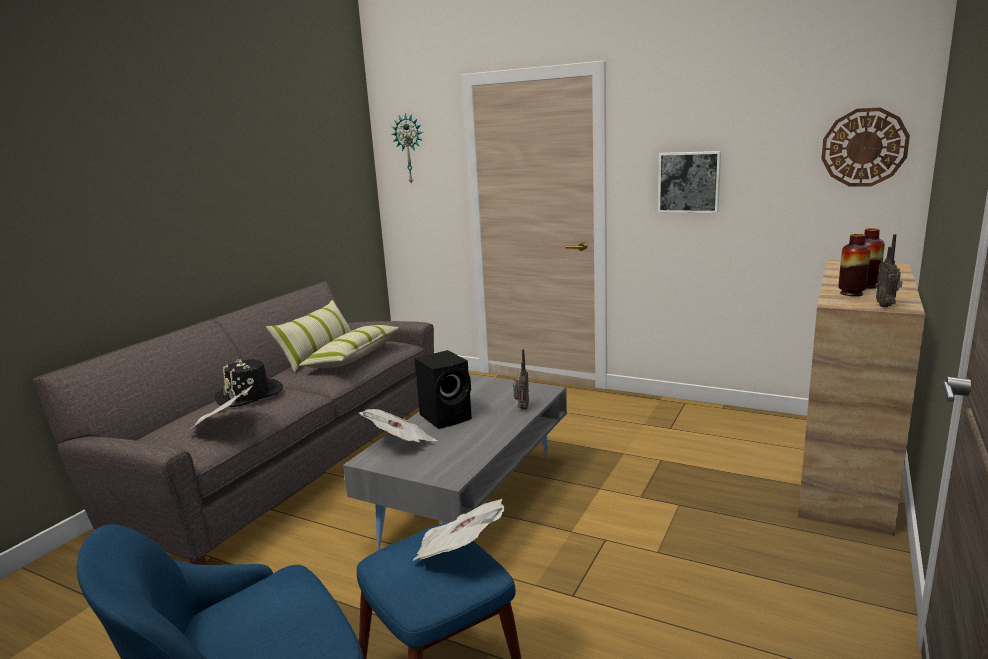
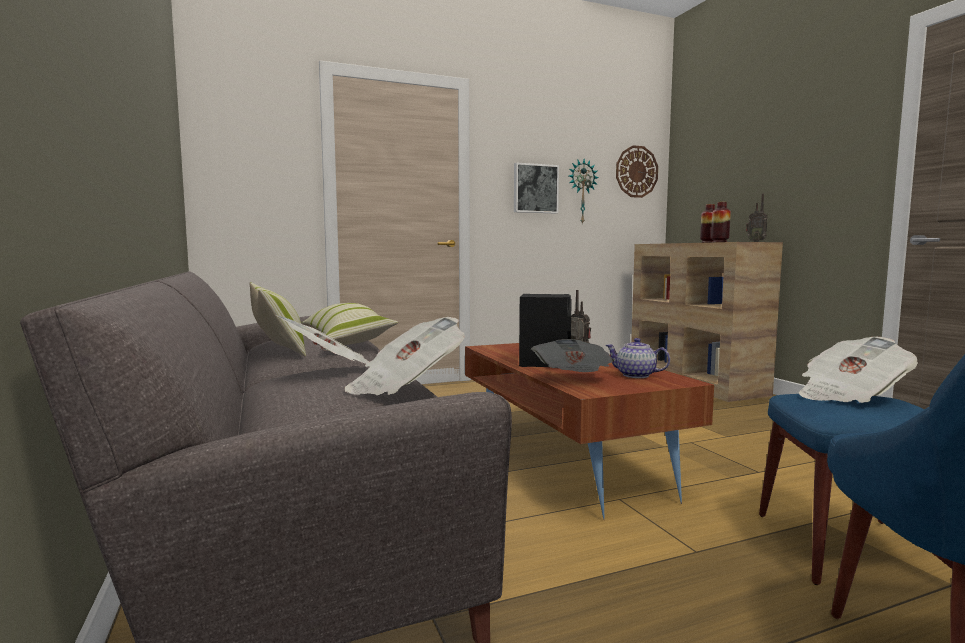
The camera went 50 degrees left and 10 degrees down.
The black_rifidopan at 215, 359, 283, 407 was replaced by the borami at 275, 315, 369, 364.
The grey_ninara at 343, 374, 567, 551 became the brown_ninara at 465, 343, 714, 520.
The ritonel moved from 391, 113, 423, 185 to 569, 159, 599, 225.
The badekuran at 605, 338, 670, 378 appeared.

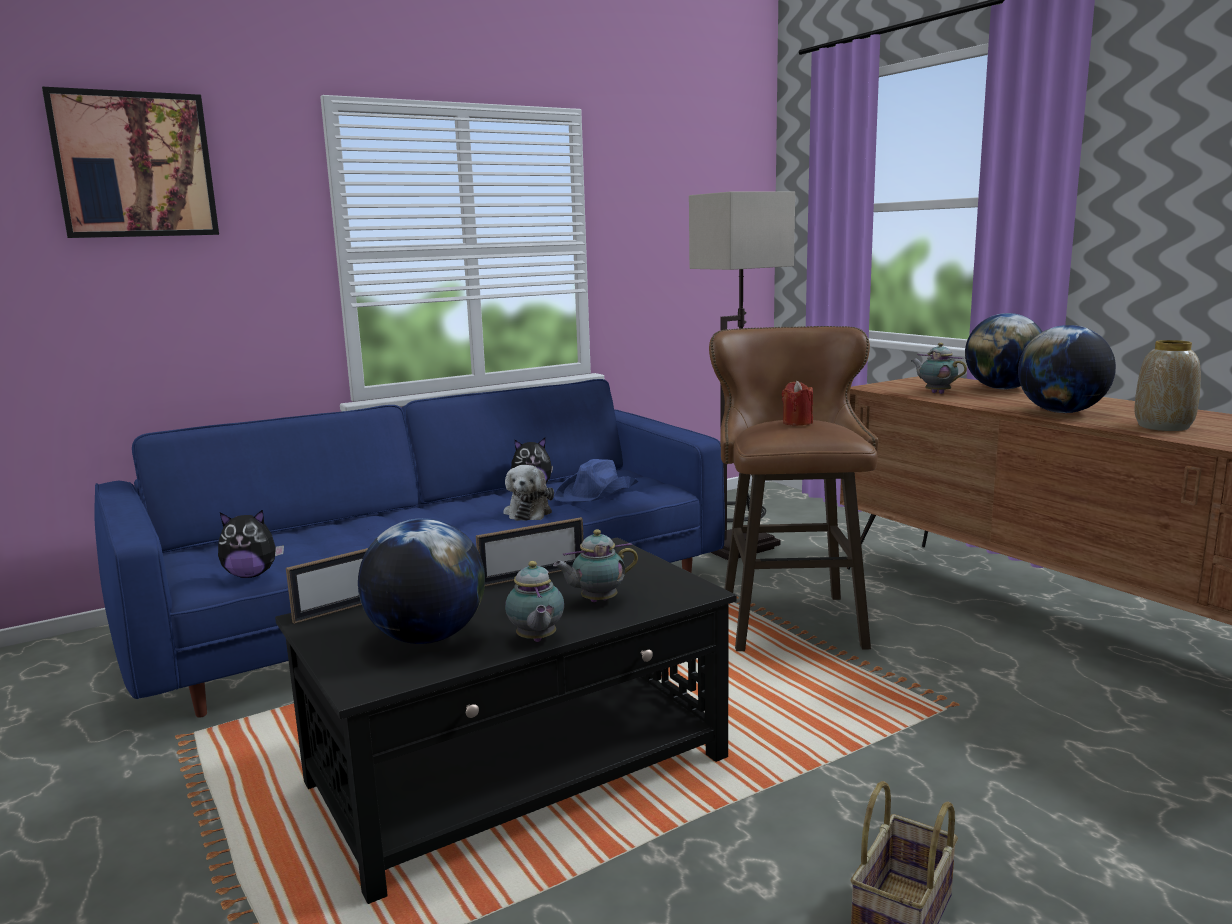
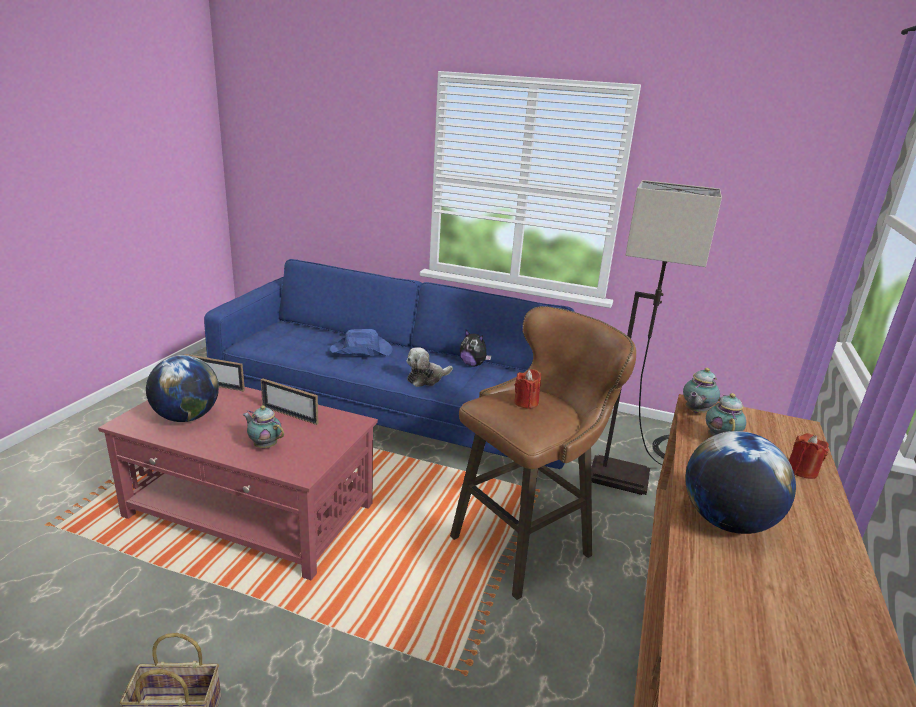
The camera went 50 degrees right and 10 degrees up.
The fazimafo at 42, 87, 219, 238 disappeared.
The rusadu at 218, 510, 284, 578 disappeared.
The black_ninara at 275, 537, 737, 904 became the red_ninara at 98, 387, 378, 580.
The badekuran moved from 505, 561, 564, 642 to 683, 368, 720, 413.
The blue_rifidopan moved from 554, 459, 638, 502 to 330, 329, 393, 356.
The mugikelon at 965, 313, 1042, 389 was replaced by the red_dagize at 789, 433, 829, 479.
The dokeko at 1134, 340, 1201, 431 disappeared.

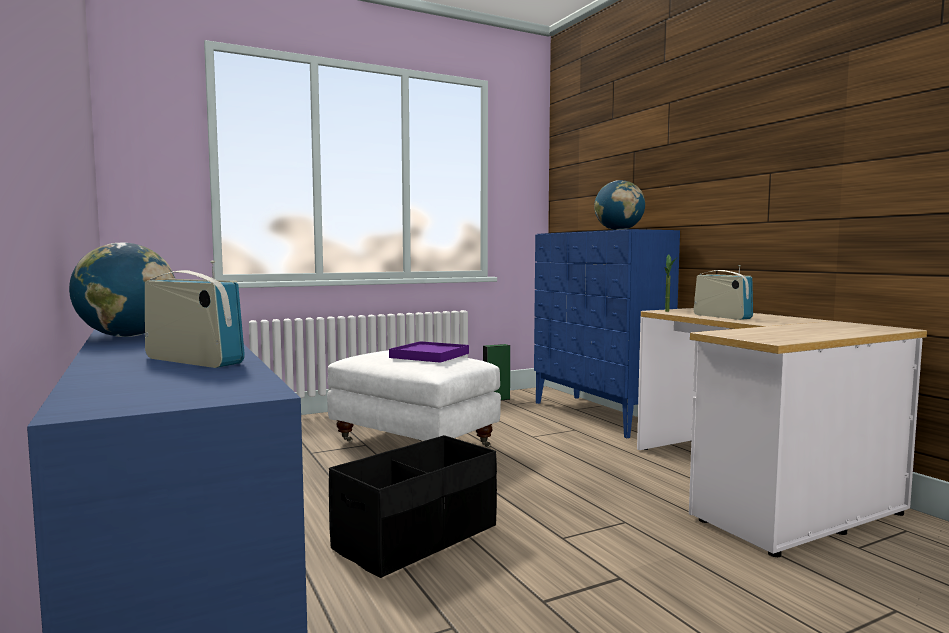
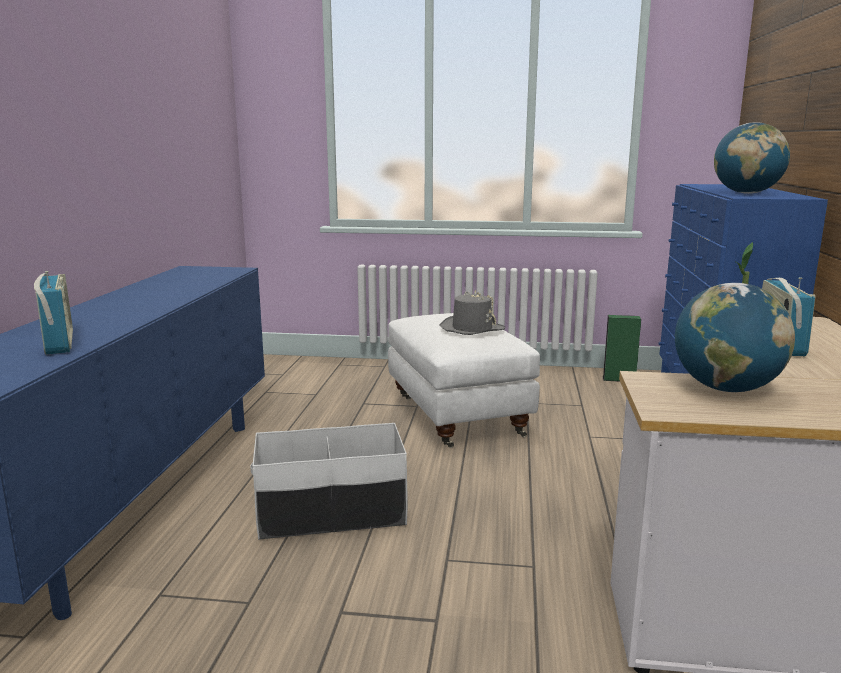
The camera went 35 degrees right and 10 degrees up.
The mugikelon moved from 69, 242, 175, 337 to 675, 283, 795, 392.
The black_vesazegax at 329, 435, 497, 578 became the white_vesazegax at 250, 423, 408, 540.
The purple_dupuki at 389, 341, 469, 363 was replaced by the grey_rifidopan at 439, 290, 505, 335.

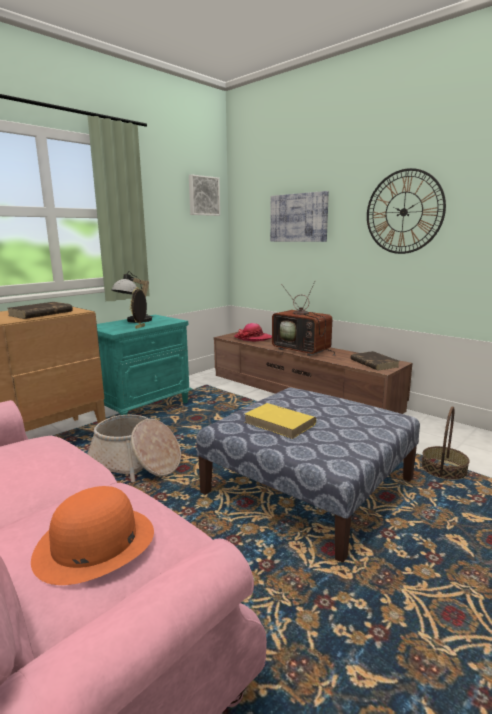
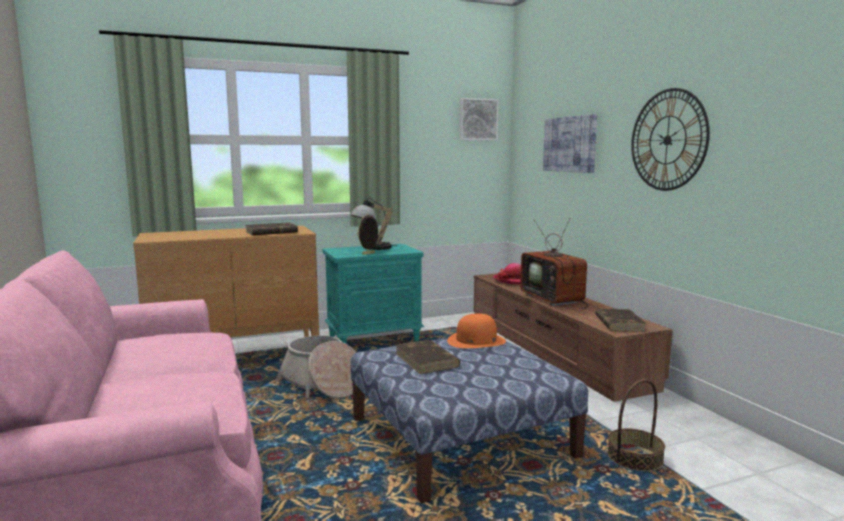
The camera went 25 degrees right and 5 degrees down.
The orange_rifidopan moved from 31, 486, 154, 585 to 447, 314, 506, 348.
The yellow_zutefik at 244, 403, 316, 439 became the brown_zutefik at 395, 340, 460, 374.

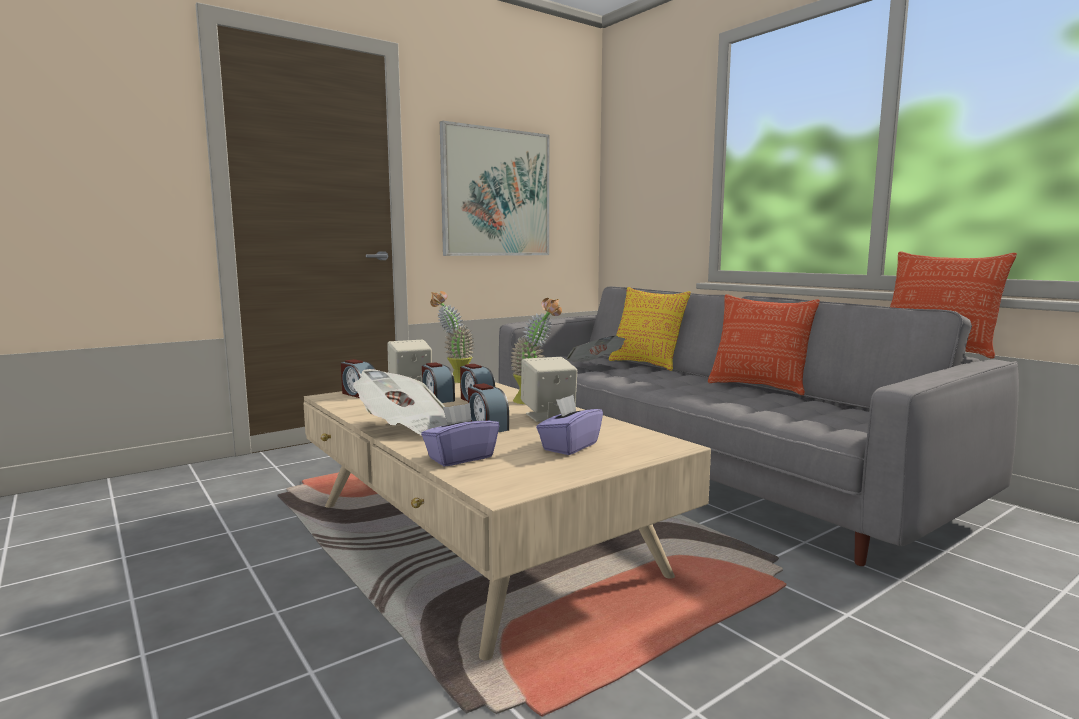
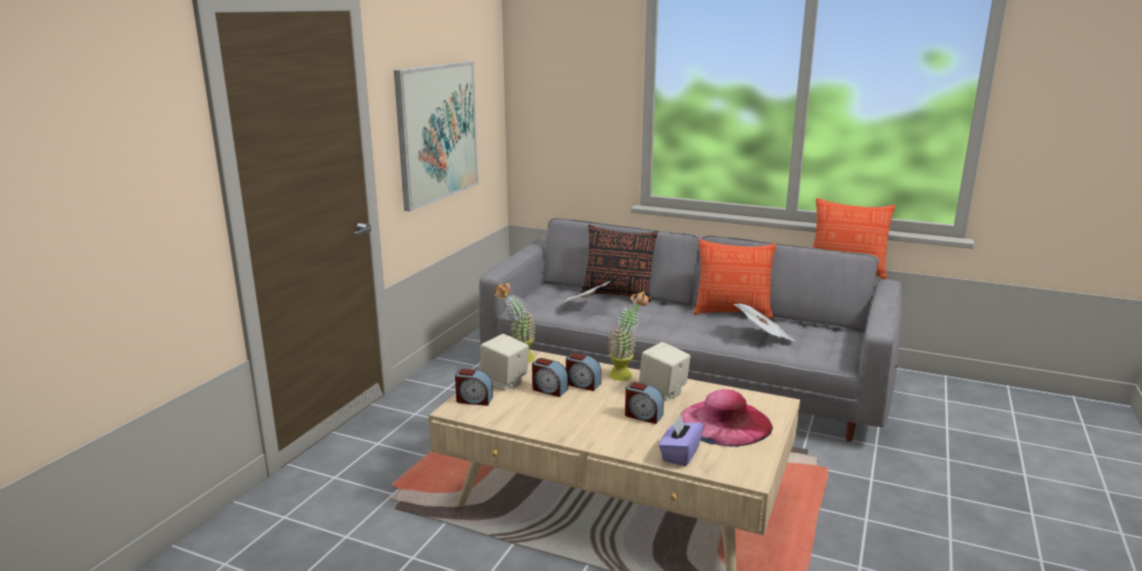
The camera went 30 degrees left and 10 degrees up.
The borami moved from 353, 369, 448, 436 to 734, 303, 795, 341.
The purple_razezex at 536, 395, 603, 455 was replaced by the pink_rifidopan at 679, 389, 773, 447.
The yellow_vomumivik at 609, 287, 691, 371 became the black_vomumivik at 581, 224, 658, 302.

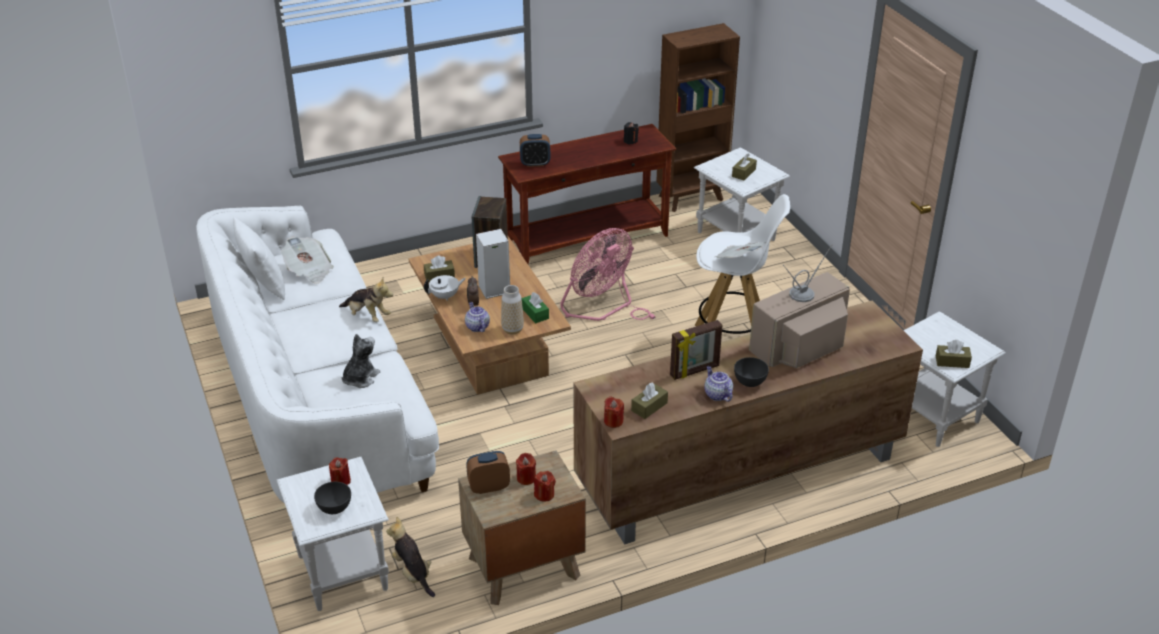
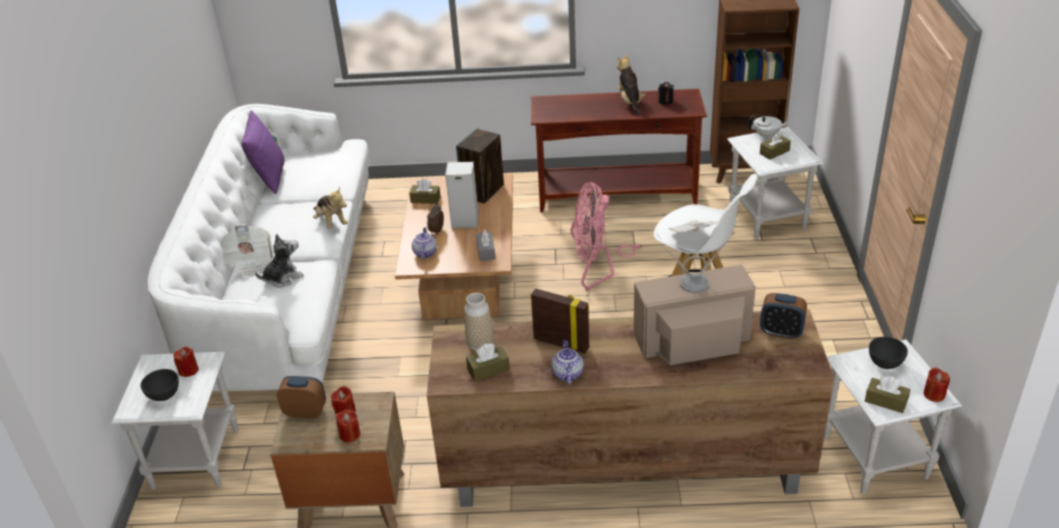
The camera went 25 degrees right and 0 degrees up.
The white_vomumivik at 233, 217, 285, 300 became the purple_vomumivik at 242, 110, 285, 194.
The borami moved from 281, 236, 334, 284 to 222, 223, 273, 278.
The rusadu moved from 386, 517, 435, 597 to 616, 54, 645, 116.
The white_badekuran moved from 424, 275, 466, 301 to 748, 115, 789, 139.
The dokeko moved from 501, 285, 524, 335 to 464, 293, 494, 353.
The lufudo moved from 520, 134, 550, 167 to 760, 293, 807, 339.
The green_razezex at 522, 292, 549, 323 became the grey_razezex at 476, 229, 495, 261.
The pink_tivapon at 560, 228, 655, 321 turned 75 degrees counterclockwise.
The red_dagize moved from 604, 396, 624, 428 to 924, 368, 950, 402.
The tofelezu at 670, 320, 722, 380 turned 150 degrees counterclockwise.
The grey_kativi moved from 734, 357, 769, 387 to 869, 337, 908, 369.

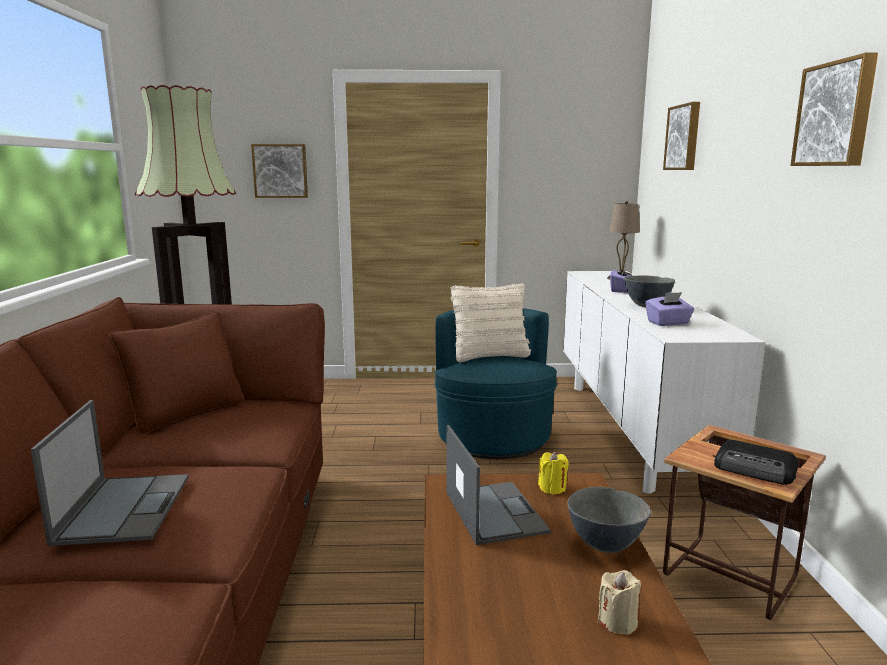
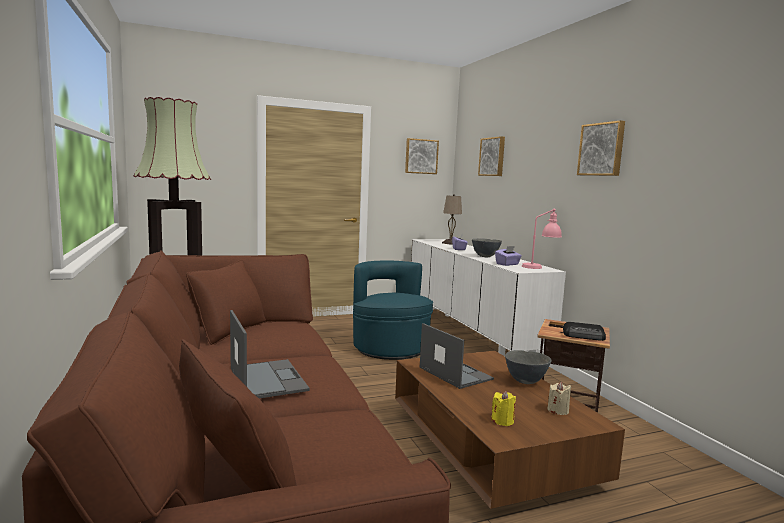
The camera went 20 degrees left and 5 degrees down.
The fazimafo moved from 251, 144, 308, 198 to 405, 138, 439, 174.
The beige_vomumivik at 451, 283, 531, 362 disappeared.
The yellow_dagize moved from 538, 452, 569, 495 to 491, 391, 516, 426.
The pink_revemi at 522, 208, 562, 269 appeared.

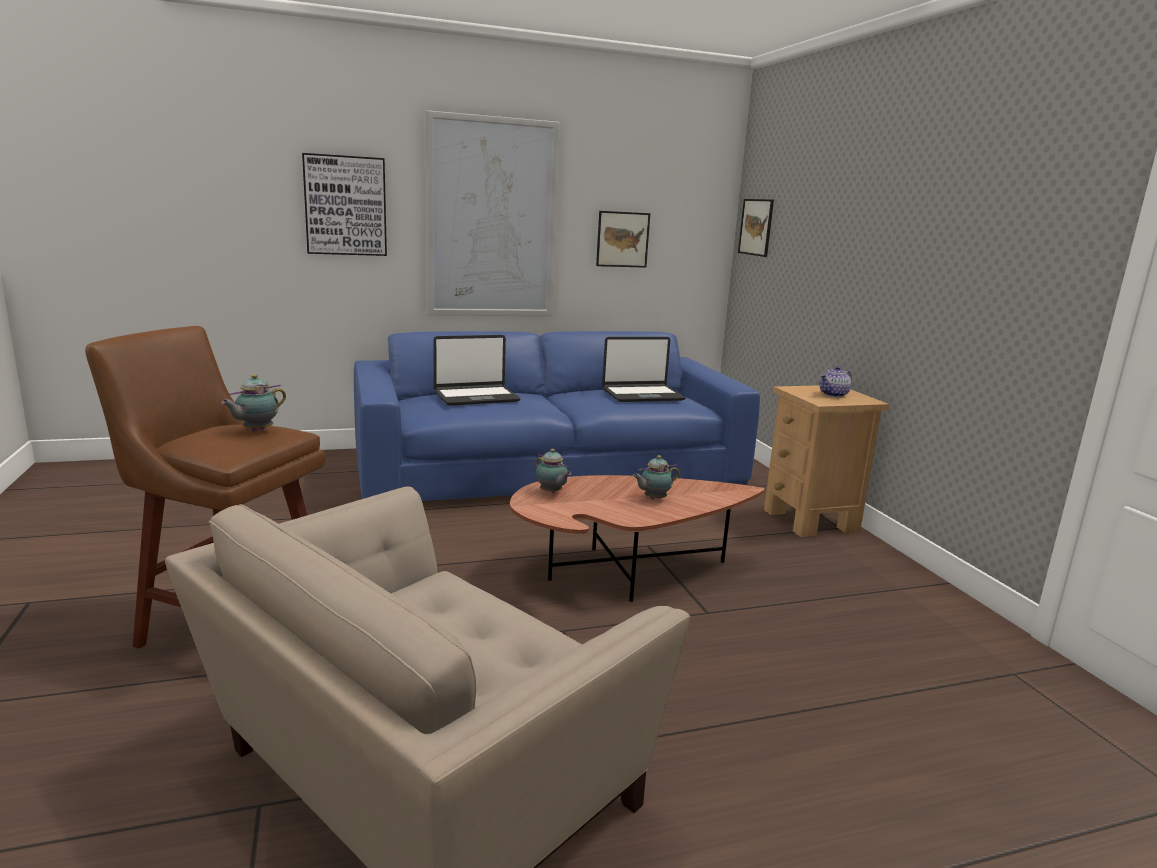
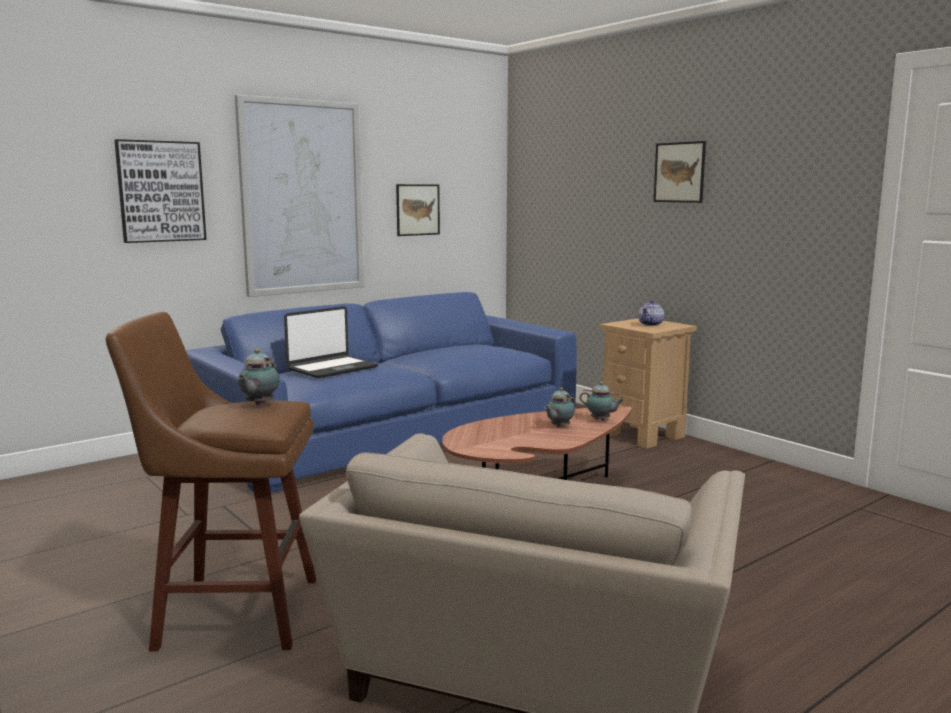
The camera went 20 degrees left and 5 degrees down.
The badekuran moved from 536, 449, 571, 493 to 579, 382, 624, 421.
The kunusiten at 602, 337, 685, 402 disappeared.
The fazimafo moved from 738, 199, 774, 257 to 654, 141, 706, 203.

